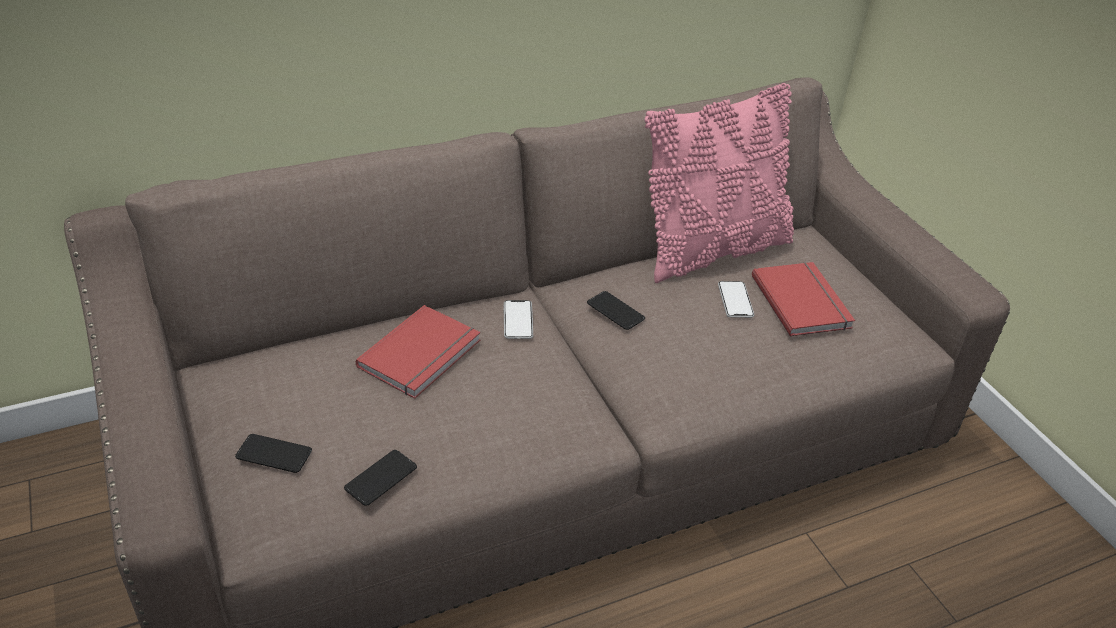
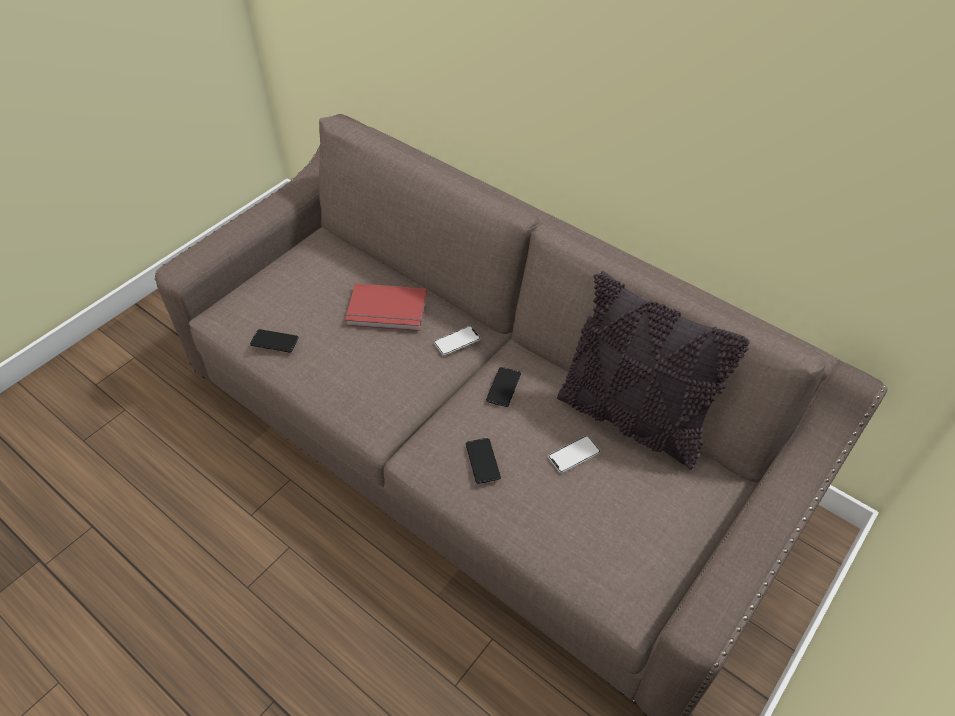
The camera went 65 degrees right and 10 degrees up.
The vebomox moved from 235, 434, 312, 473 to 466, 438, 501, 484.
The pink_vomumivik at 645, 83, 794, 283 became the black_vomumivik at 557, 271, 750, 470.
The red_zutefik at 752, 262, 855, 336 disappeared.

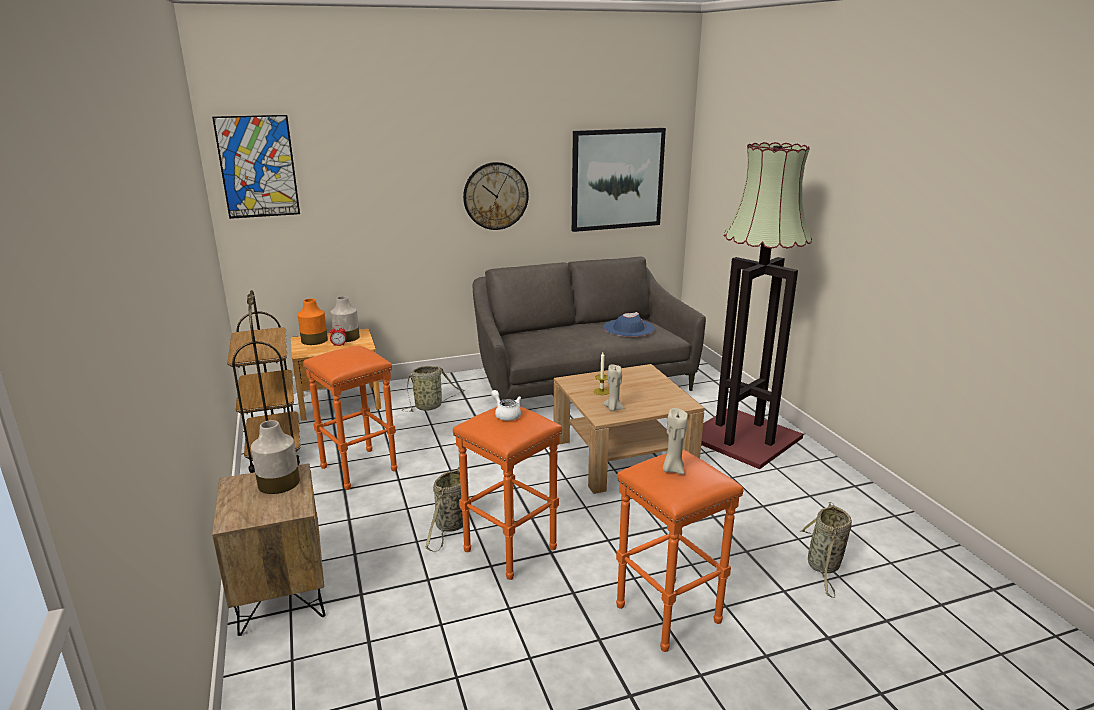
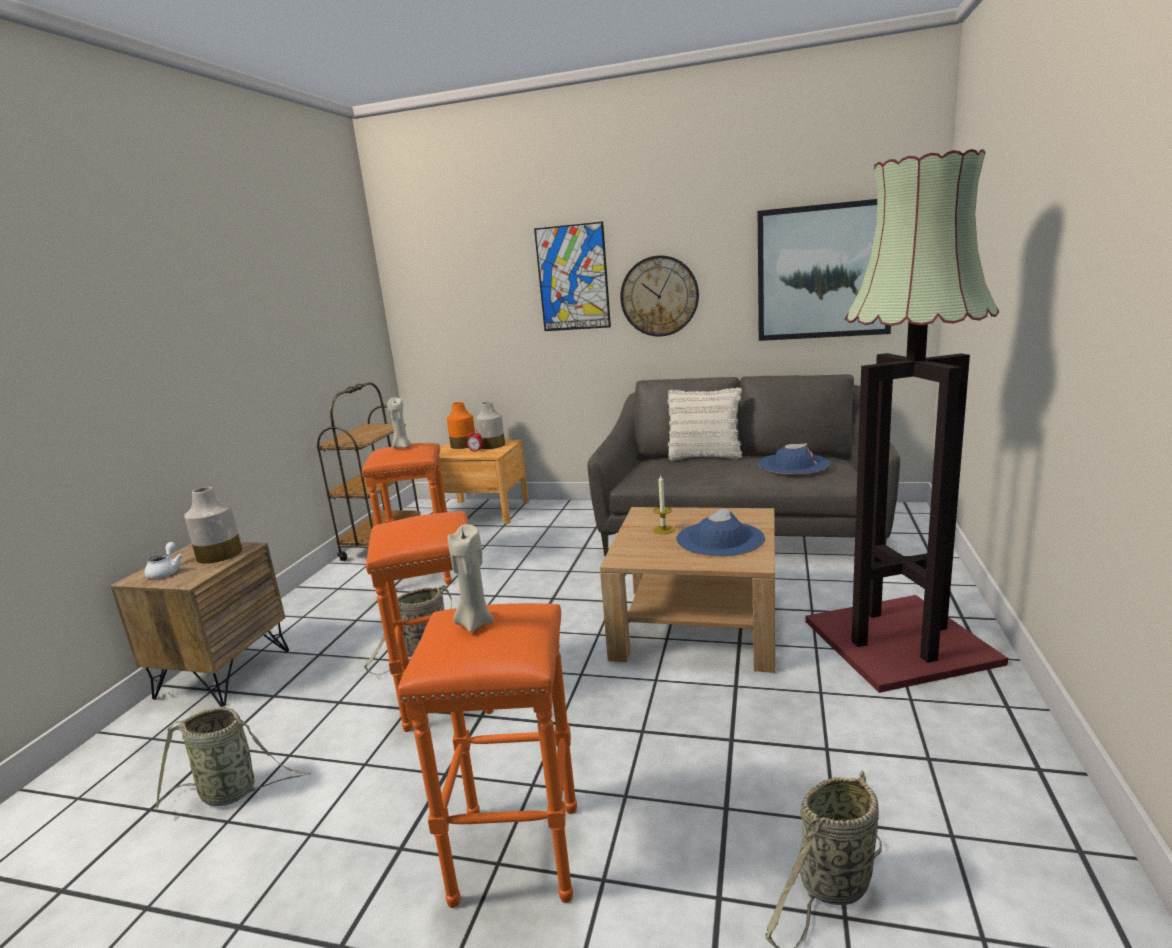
The camera went 35 degrees right and 5 degrees down.
The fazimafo moved from 212, 115, 300, 219 to 534, 222, 611, 331.
The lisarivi moved from 402, 366, 465, 412 to 156, 707, 311, 810.
The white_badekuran moved from 491, 390, 521, 421 to 145, 542, 183, 579.
The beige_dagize moved from 604, 365, 625, 411 to 387, 398, 411, 448.
The beige_vomumivik at 667, 388, 743, 461 appeared.
The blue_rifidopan at 676, 509, 765, 557 appeared.

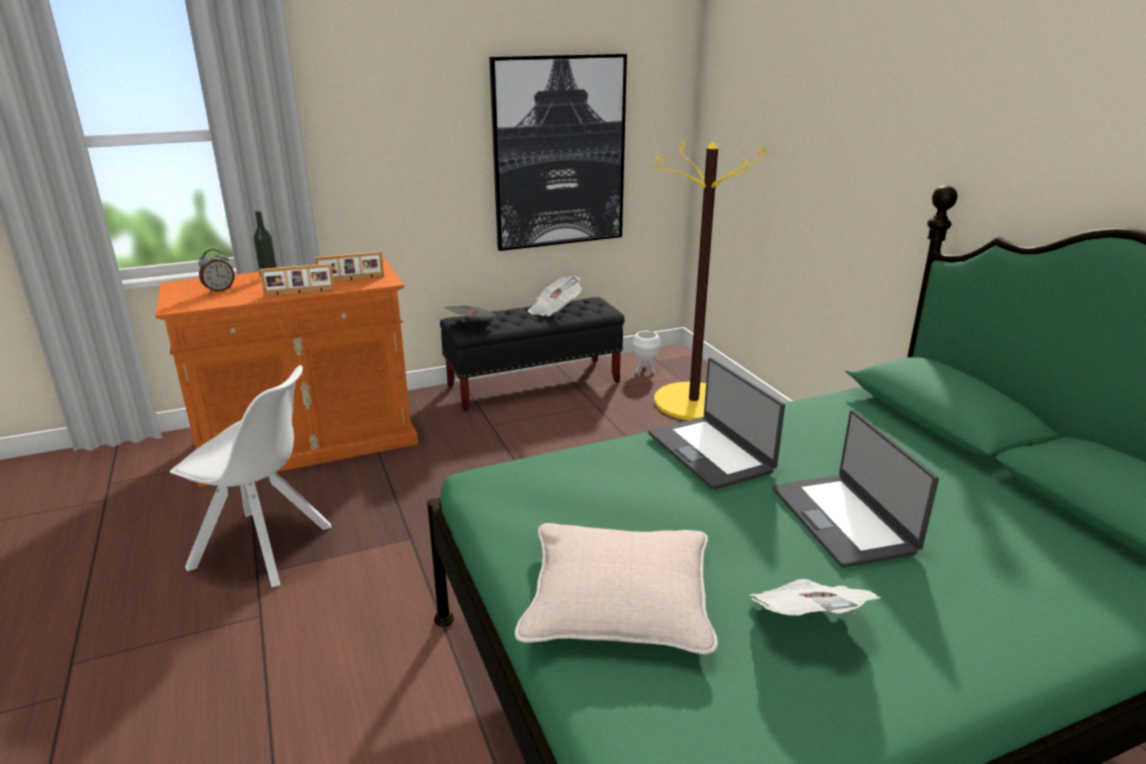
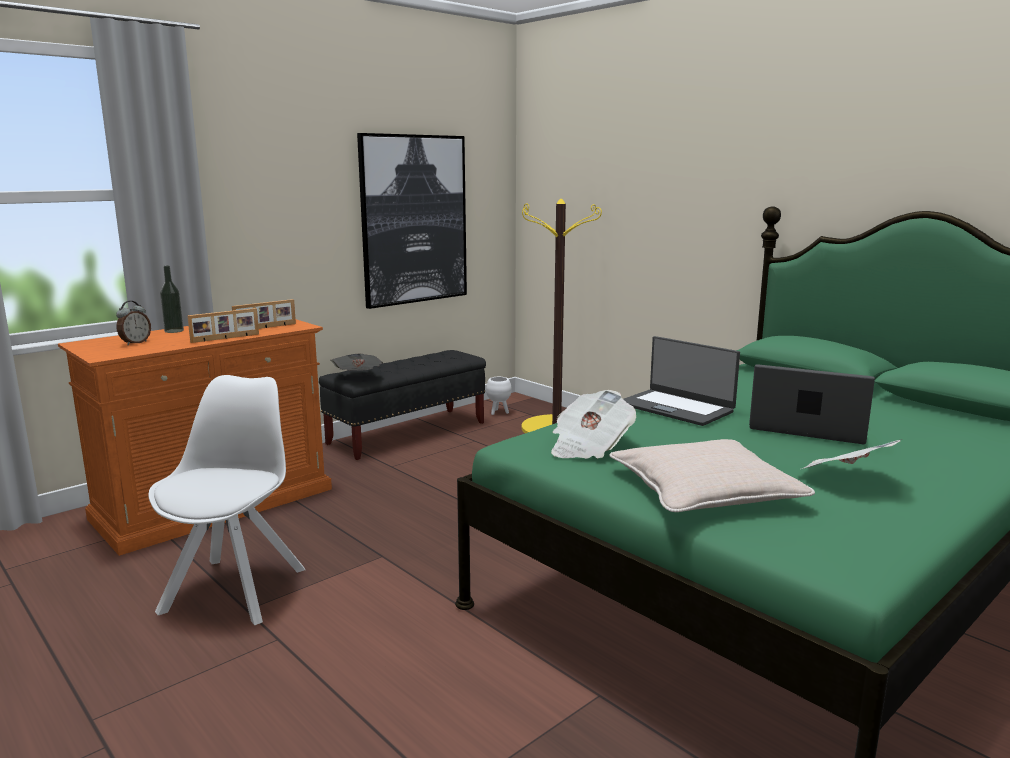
The camera went 20 degrees left and 10 degrees down.
The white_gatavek at 170, 365, 331, 587 turned 75 degrees counterclockwise.
The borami moved from 528, 276, 582, 317 to 551, 390, 636, 459.
The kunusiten at 772, 410, 939, 568 turned 150 degrees clockwise.

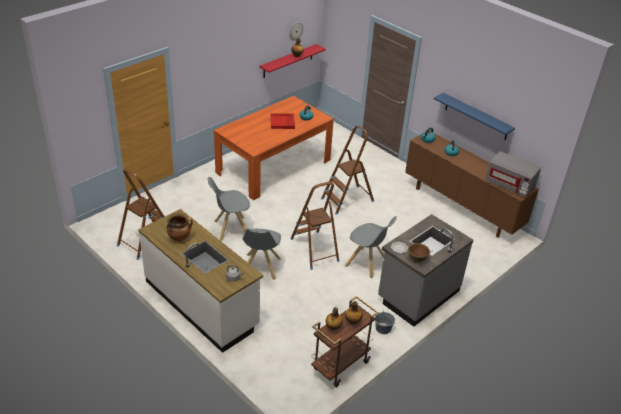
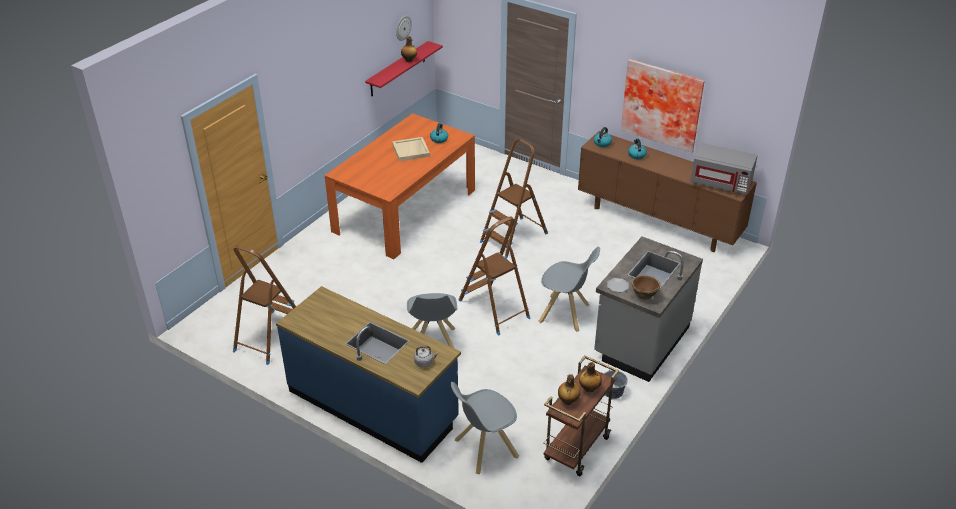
The camera went 10 degrees left and 0 degrees up.
The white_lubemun at 138, 209, 263, 353 became the blue_lubemun at 276, 286, 461, 463.
The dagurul at 167, 213, 193, 242 disappeared.
The grey_gatavek moved from 208, 177, 250, 241 to 451, 382, 519, 474.
The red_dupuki at 271, 113, 295, 129 became the beige_dupuki at 392, 137, 430, 161.
The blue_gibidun at 434, 93, 515, 140 was replaced by the fazimafo at 621, 59, 705, 153.

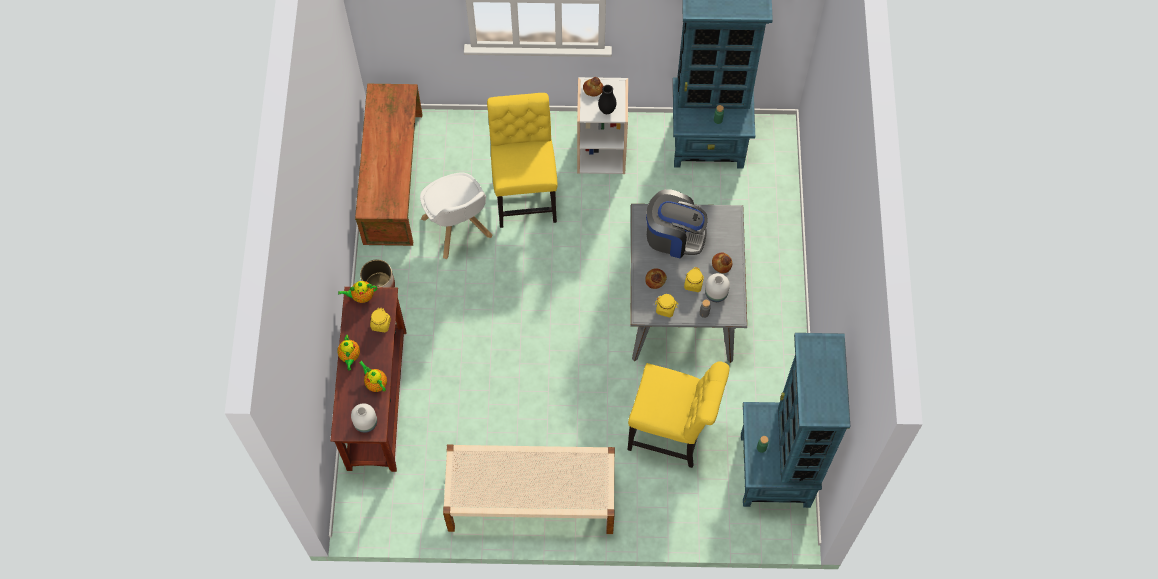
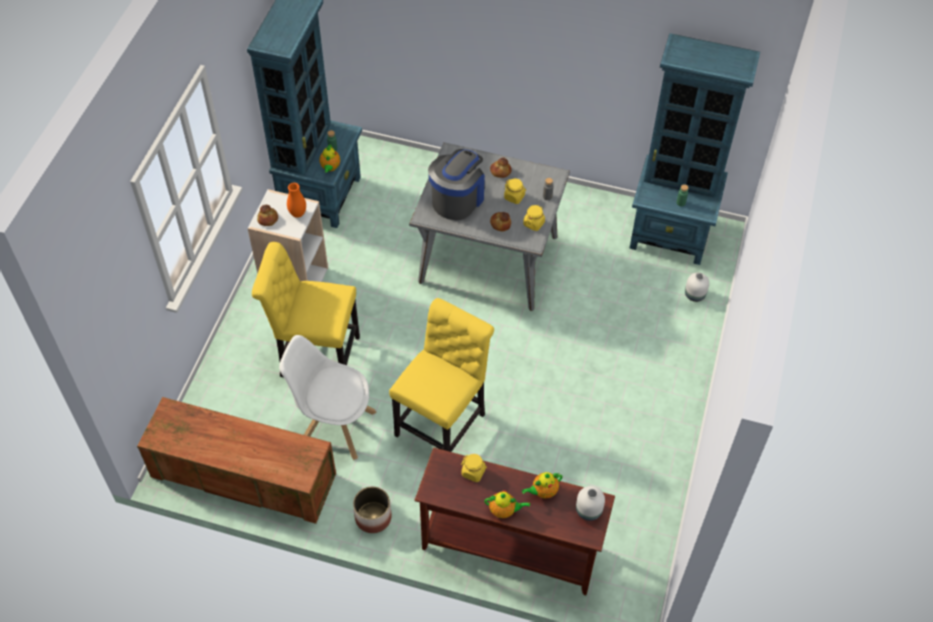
The camera went 75 degrees left and 10 degrees down.
The badekuran moved from 338, 281, 377, 303 to 320, 144, 340, 172.
The white_gatavek at 420, 172, 493, 259 turned 150 degrees counterclockwise.
The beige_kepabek at 443, 445, 615, 534 disappeared.
The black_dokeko at 598, 85, 616, 114 became the orange_dokeko at 287, 183, 306, 218.
The yellow_gatavek moved from 628, 361, 730, 468 to 389, 298, 494, 452.
The white_dokeko moved from 705, 273, 730, 302 to 685, 272, 709, 302.

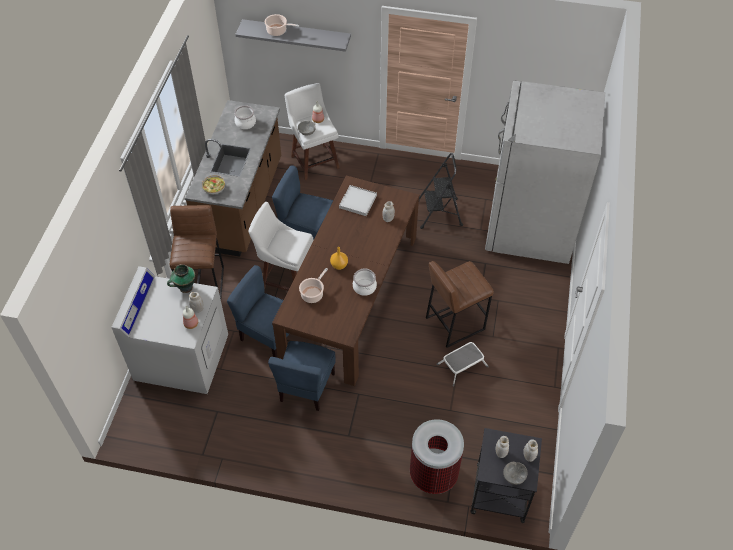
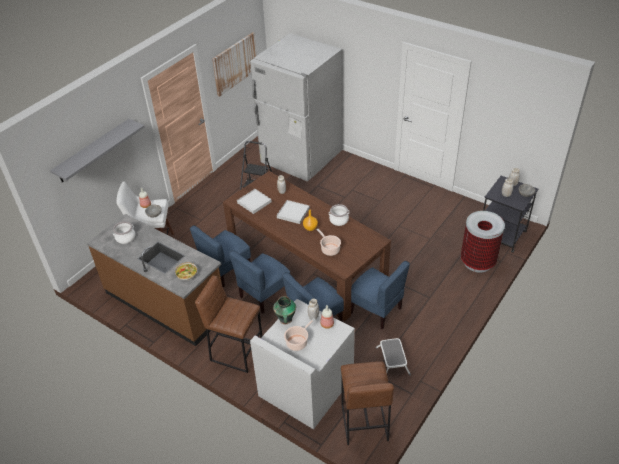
The camera went 65 degrees left and 10 degrees down.
The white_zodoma at 249, 202, 313, 291 was replaced by the blue_gatavek at 229, 250, 290, 314.
The dagurul moved from 265, 14, 299, 36 to 284, 318, 315, 351.
The brown_zodoma moved from 426, 261, 494, 348 to 341, 361, 394, 445.
The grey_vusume moved from 436, 342, 489, 386 to 375, 338, 411, 376.
The fazimafo at 212, 32, 257, 97 appeared.
The white_dupuki at 277, 200, 310, 224 appeared.

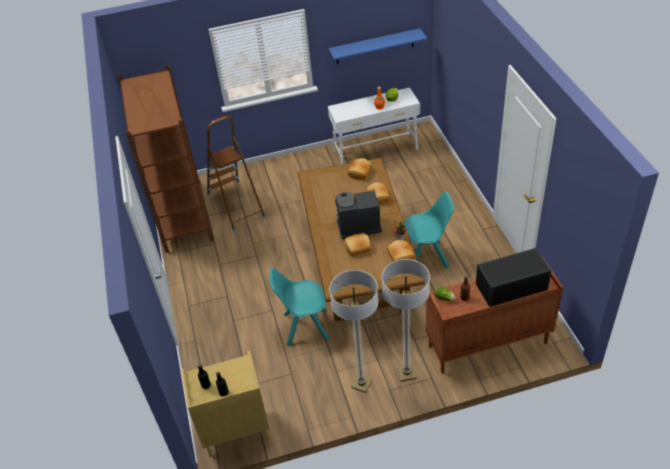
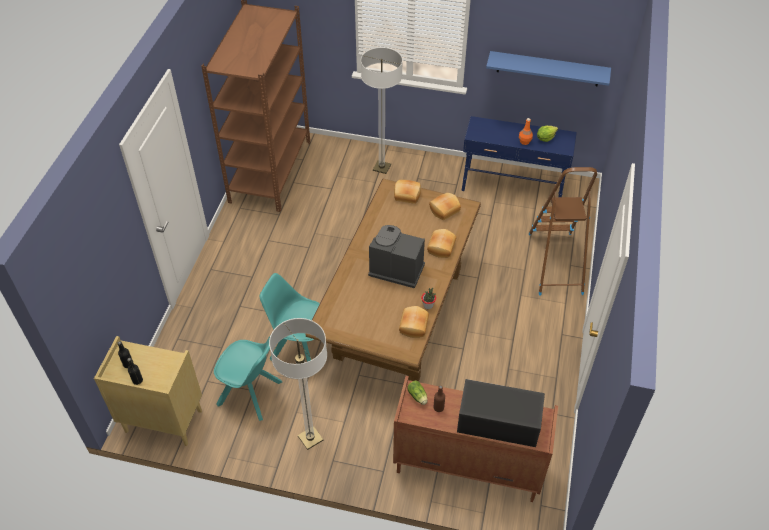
The camera went 25 degrees right and 5 degrees up.
The brown_vusume moved from 207, 116, 266, 232 to 529, 167, 597, 296.
The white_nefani at 328, 87, 420, 164 became the blue_nefani at 462, 116, 577, 197.
The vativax moved from 345, 233, 371, 257 to 394, 180, 421, 204.
The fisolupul moved from 382, 259, 430, 381 to 361, 47, 403, 174.
The turquoise_gatavek moved from 405, 191, 454, 268 to 214, 335, 282, 421.

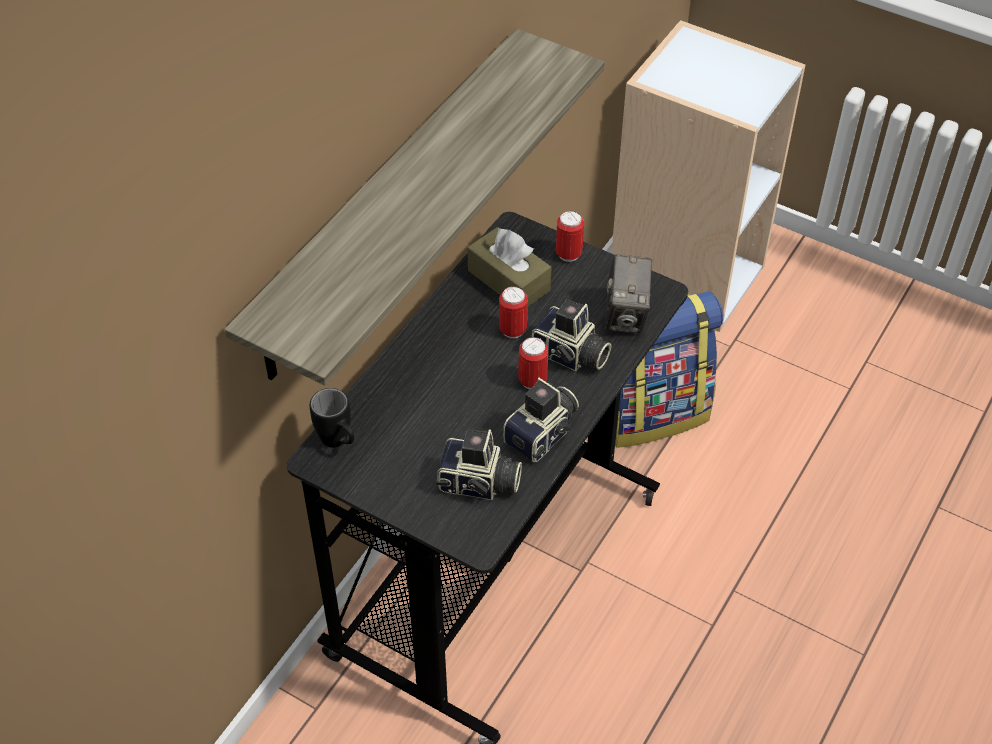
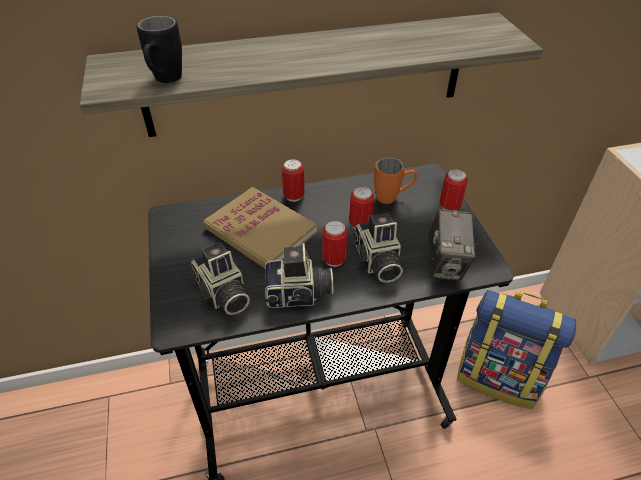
The camera went 45 degrees right and 5 degrees down.
The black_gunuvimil moved from 310, 388, 355, 448 to 137, 16, 182, 83.
The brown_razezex at 467, 227, 551, 306 was replaced by the orange_gunuvimil at 374, 157, 418, 204.
The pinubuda at 605, 254, 652, 334 turned 45 degrees counterclockwise.
The zutefik at 203, 187, 317, 268 appeared.
The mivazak at 282, 159, 304, 202 appeared.

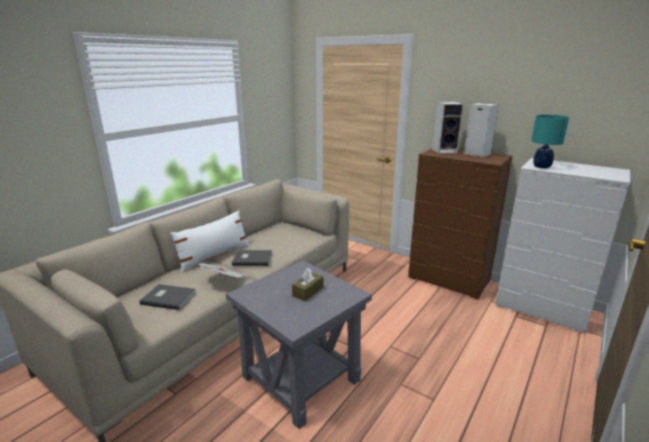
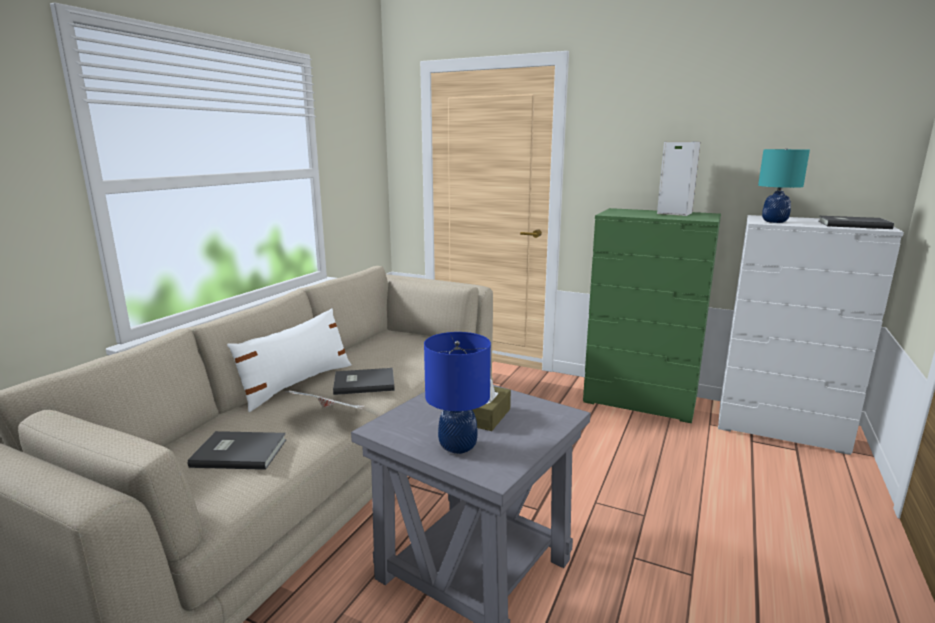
The camera went 10 degrees left and 5 degrees down.
The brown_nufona at 408, 148, 512, 299 became the green_nufona at 583, 208, 721, 423.
The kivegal at 433, 102, 464, 154 disappeared.
The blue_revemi at 424, 332, 491, 454 appeared.
The grey_zutefik at 818, 216, 894, 229 appeared.

